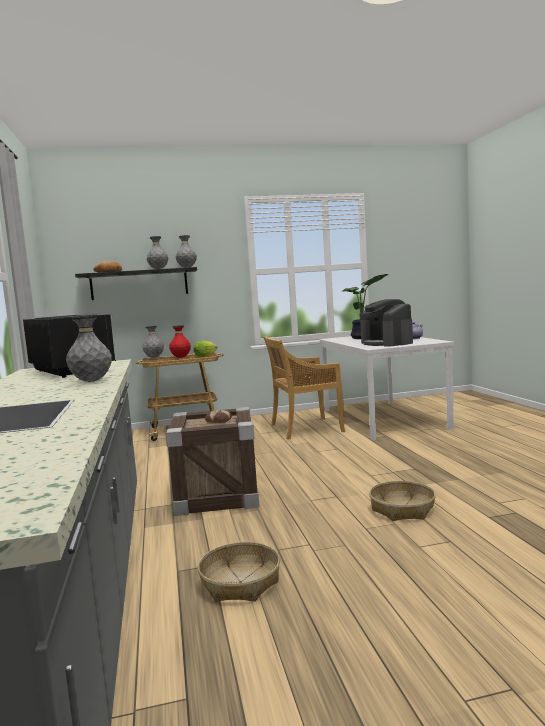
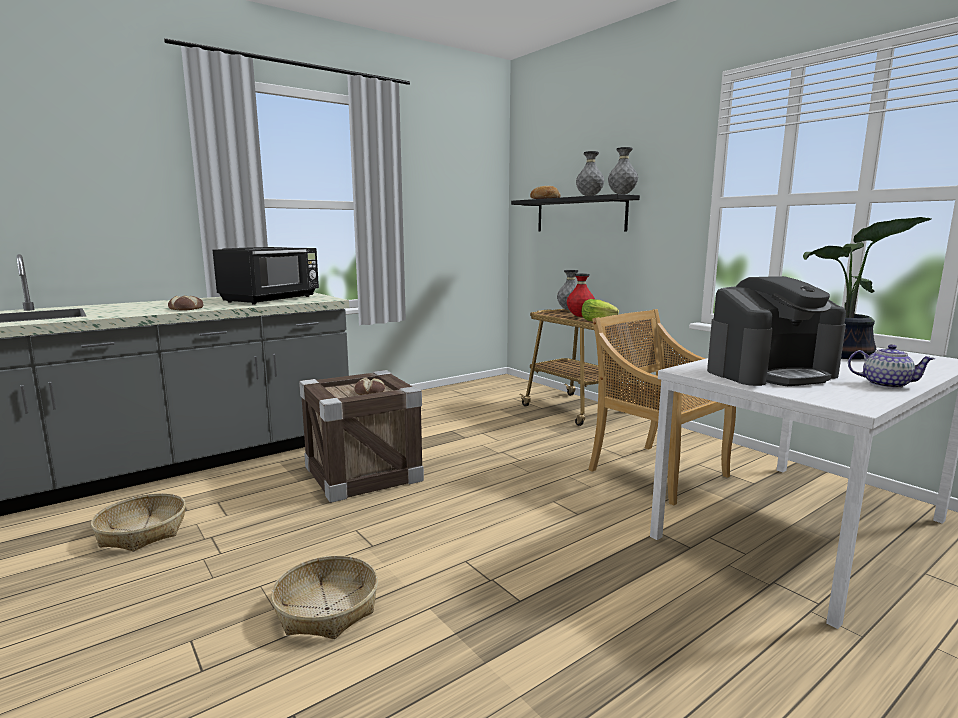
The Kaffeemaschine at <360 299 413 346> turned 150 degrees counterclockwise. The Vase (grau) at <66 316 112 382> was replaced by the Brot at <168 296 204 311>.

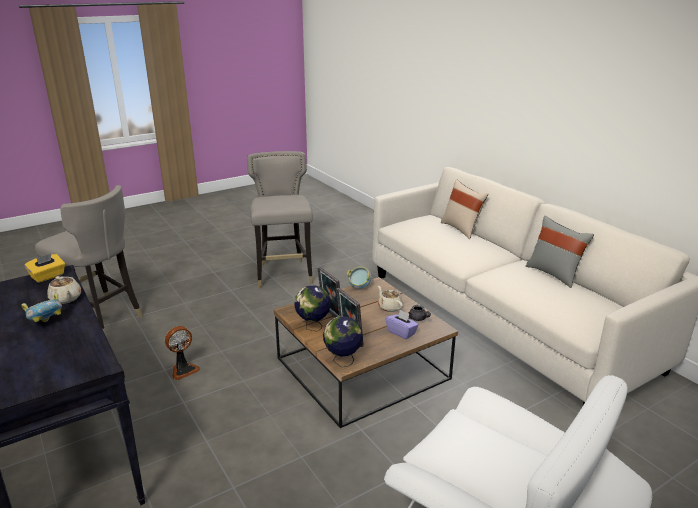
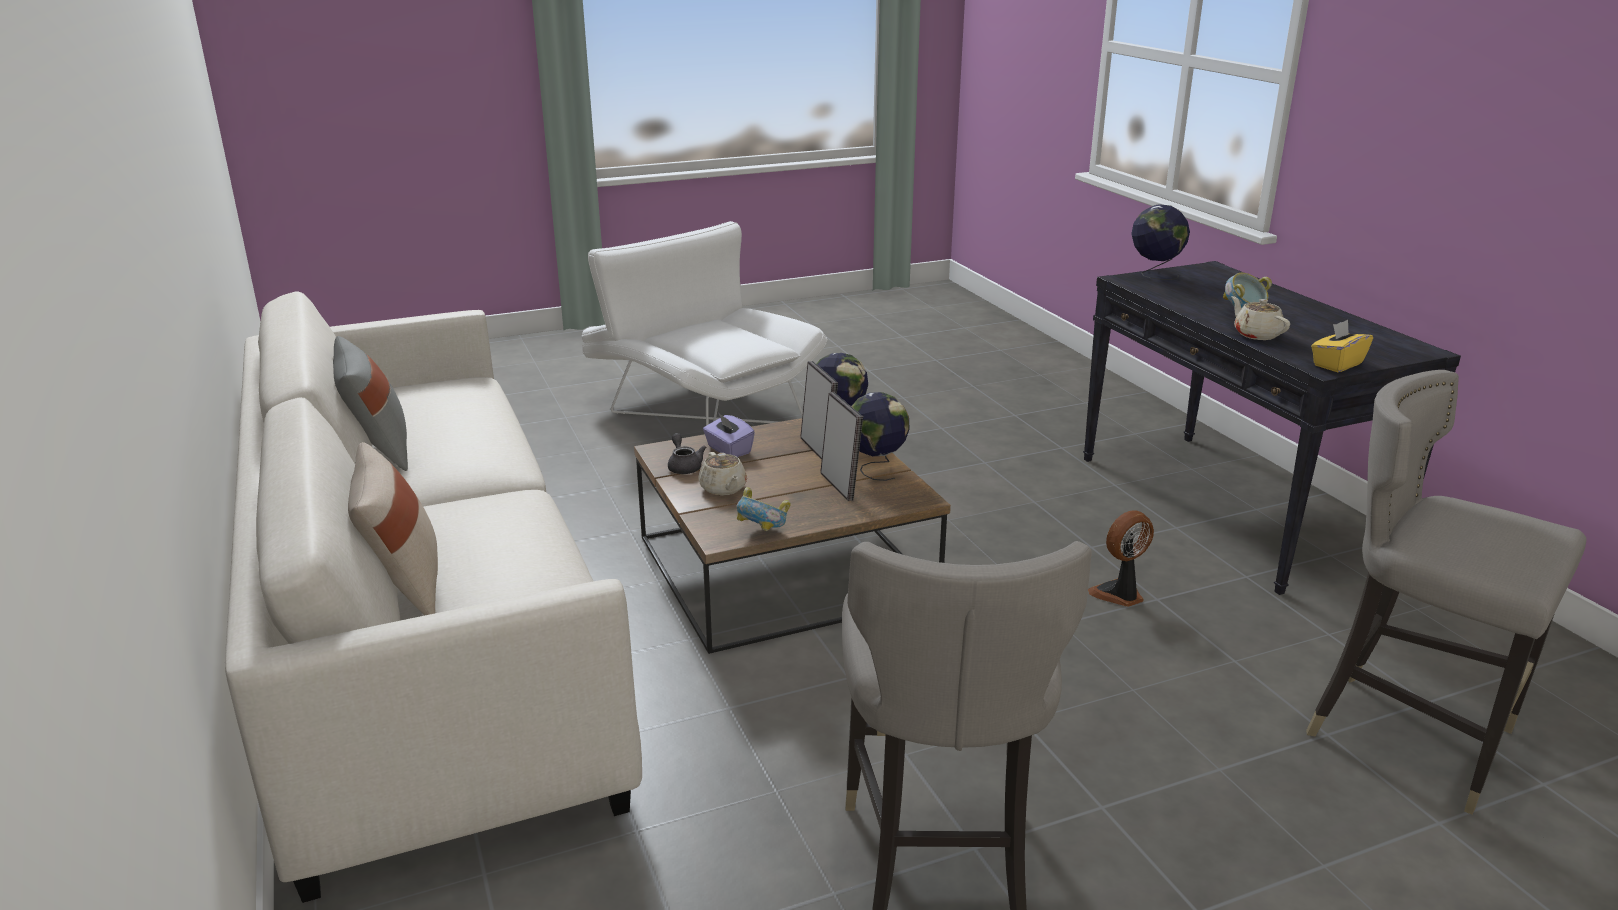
The Globus at <1131 204 1190 280> appeared.

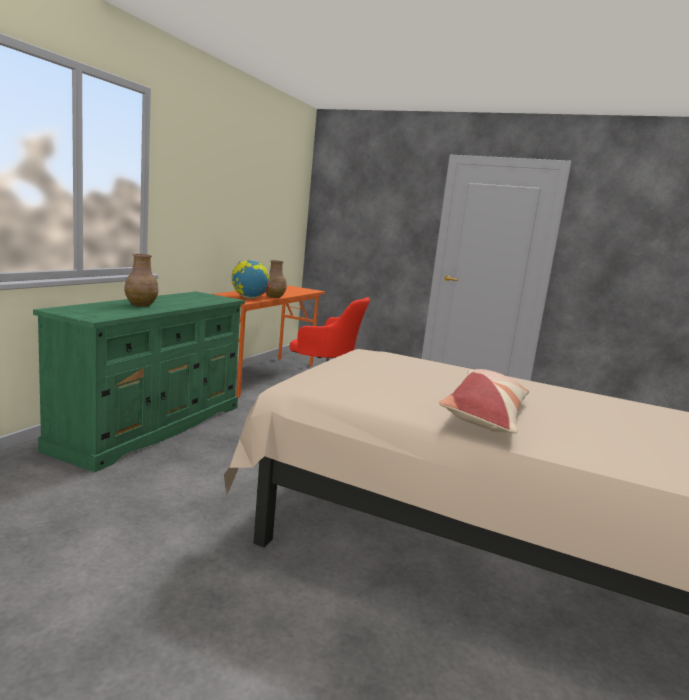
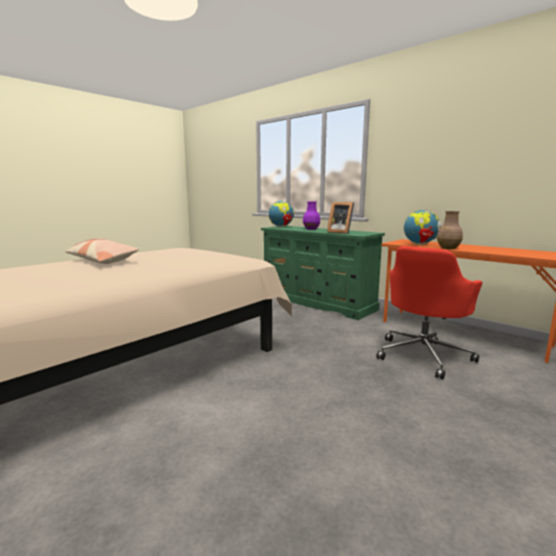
The Vase (braun) at <124 254 159 307> became the Vase (lila) at <303 201 320 230>. The Globus at <269 201 295 227> appeared. The Bilderrahmen at <327 202 354 234> appeared.

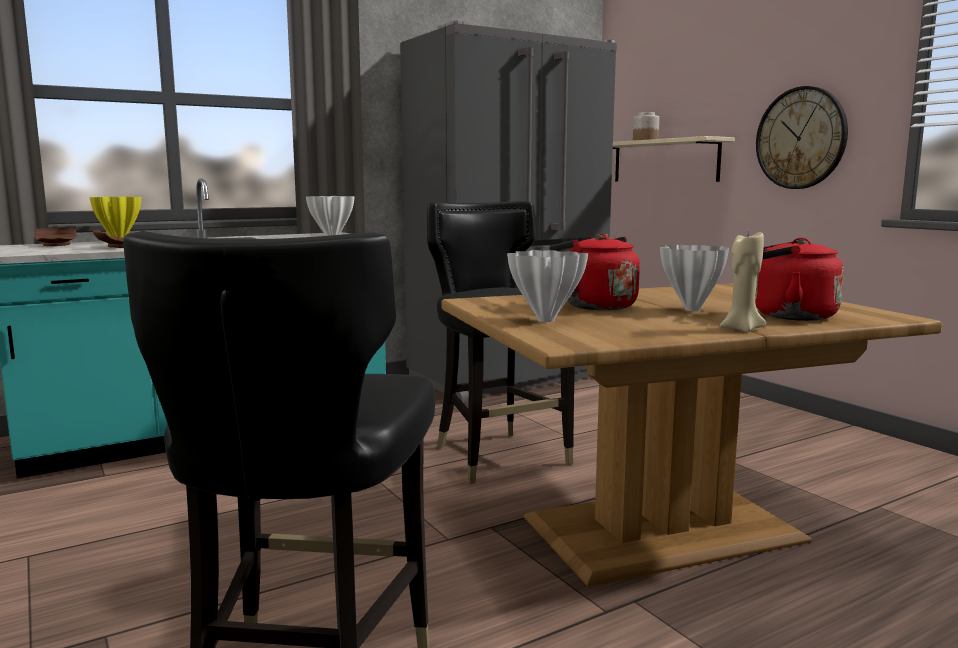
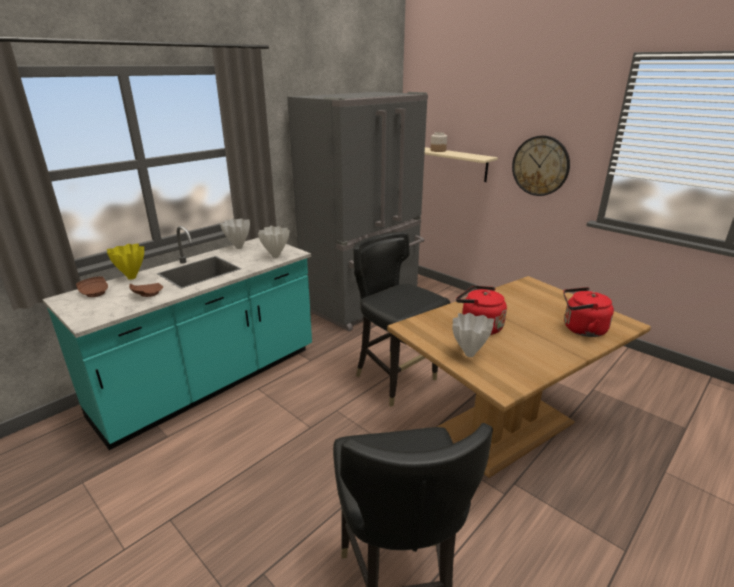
The Kerze (beige) at <720 232 766 332> disappeared. The Vase (weiß) moved from <660 245 729 311> to <220 219 250 249>.

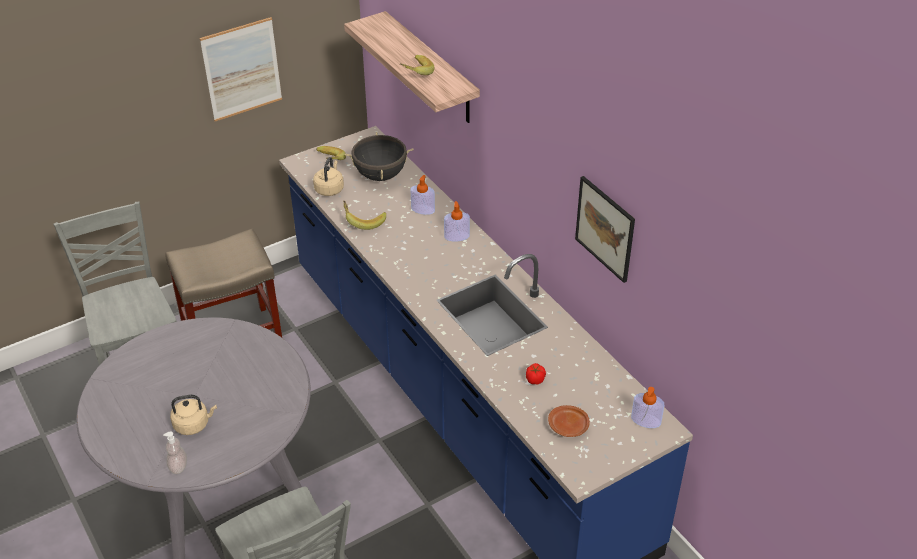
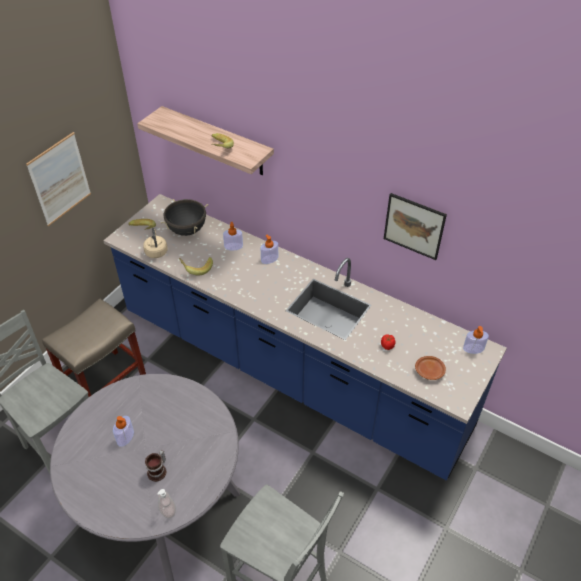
The Wasserkessel (beige) at <170 395 217 435> was replaced by the Henkelbecher at <145 450 166 482>. The Seifenspender at <113 416 134 447> appeared.

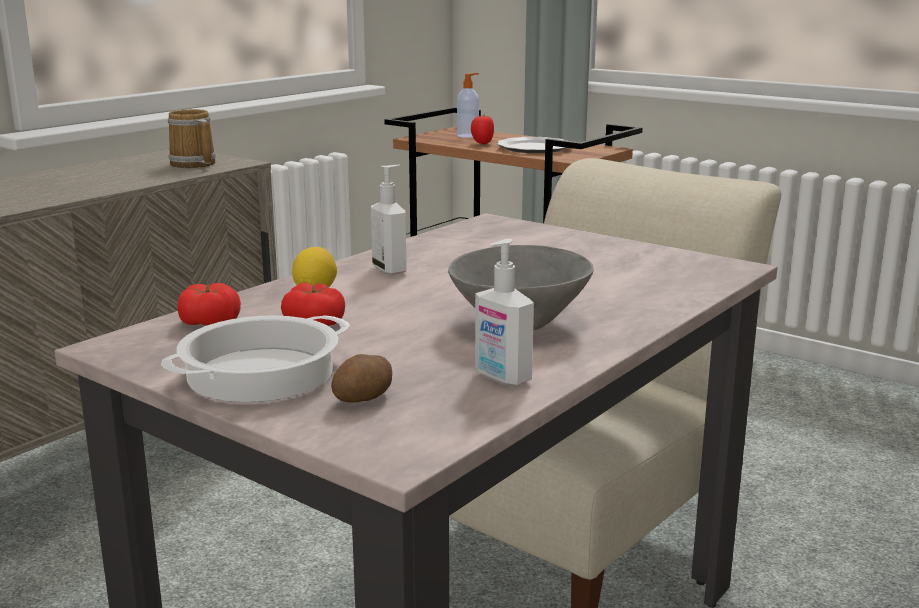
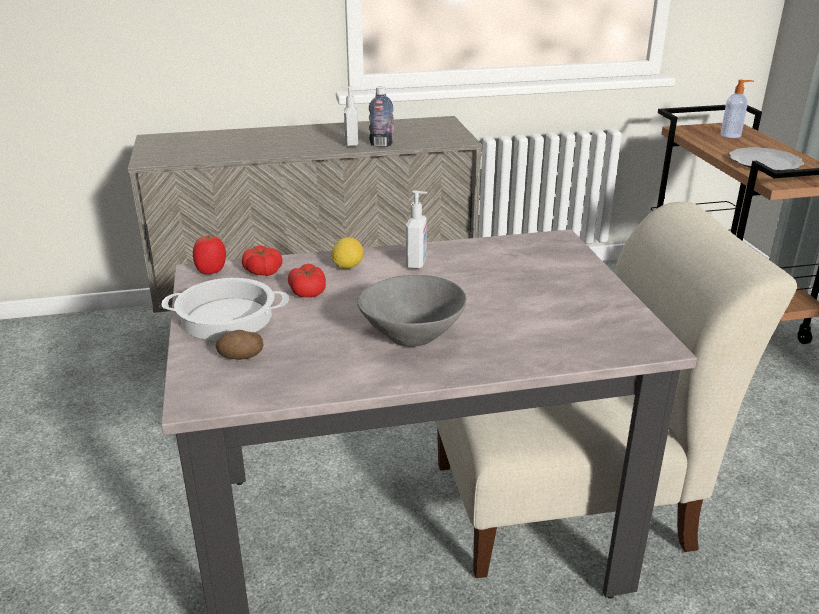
The Henkelbecher at <168 109 216 168> disappeared. The Tomate moved from <471 114 494 144> to <193 235 226 274>. The Seifenspender moved from <475 239 534 386> to <342 86 358 147>. The Flasche at <369 86 394 147> appeared.

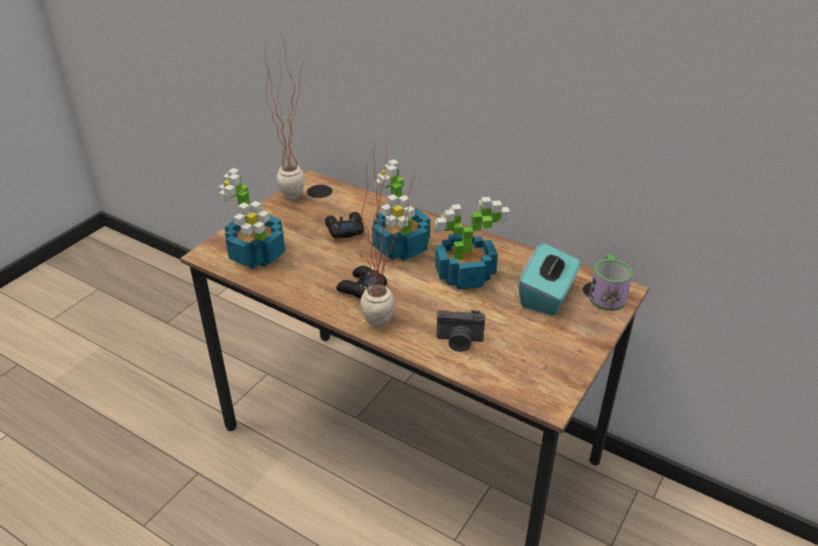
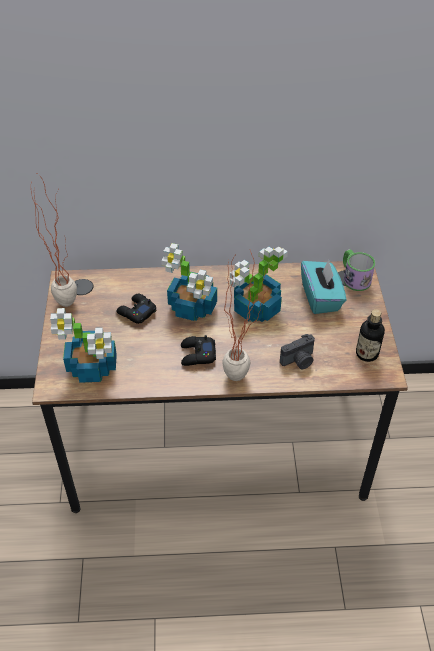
The Flasche at <356 309 385 362> appeared.

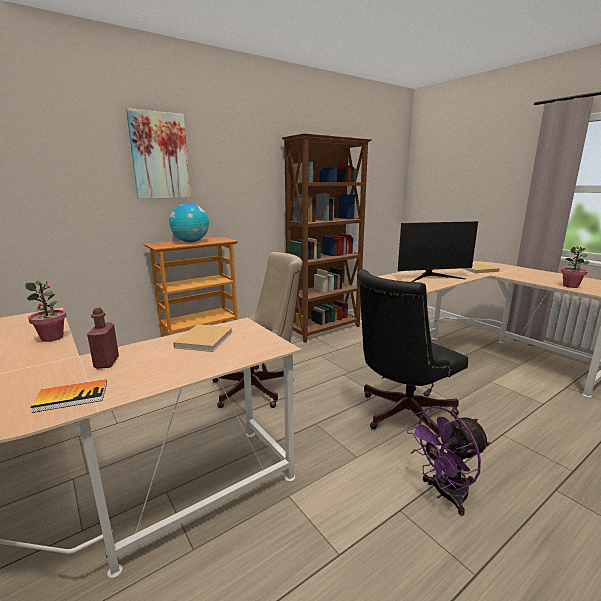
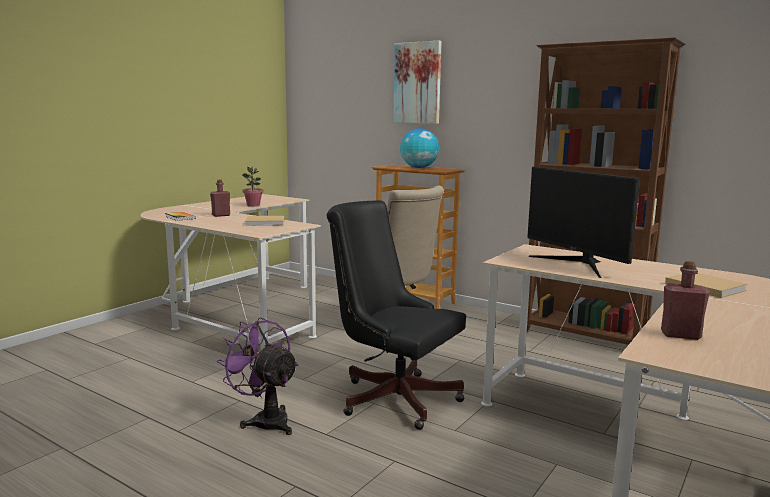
The Topfpflanze at <561 246 590 288> was replaced by the Flasche (rot) at <661 261 710 340>.

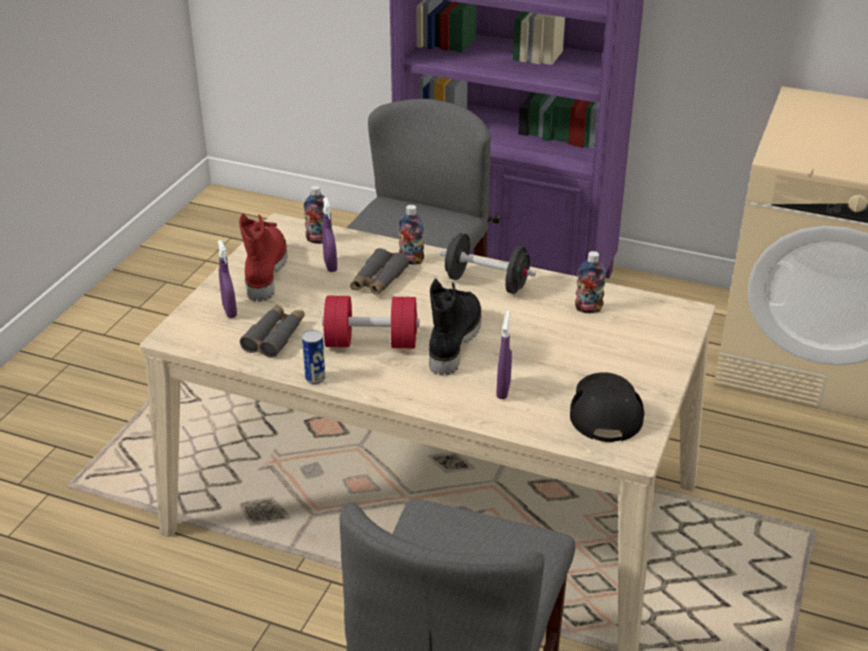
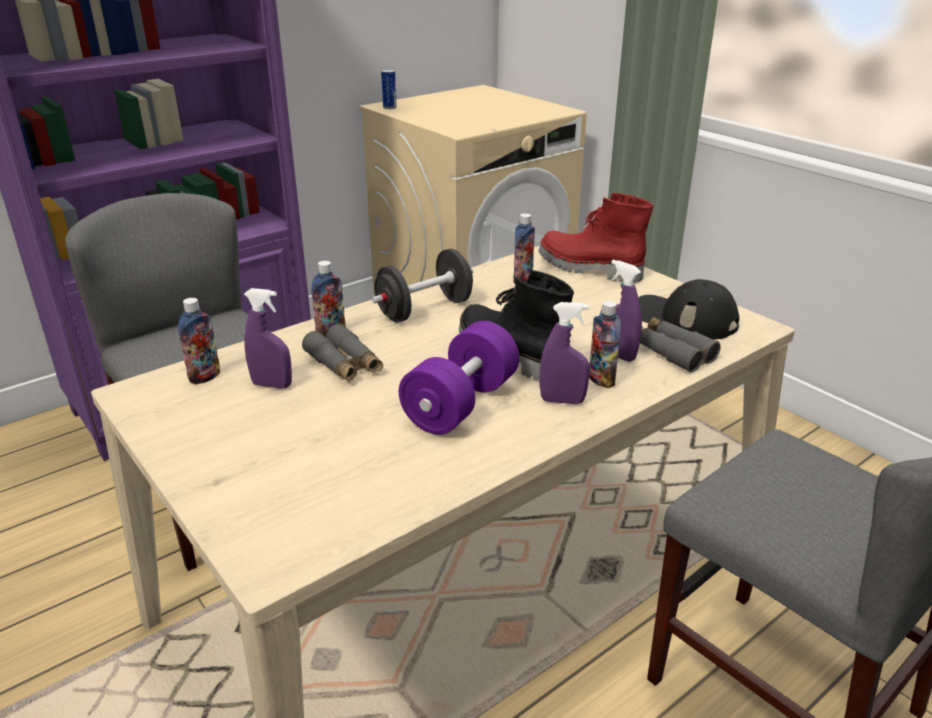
The Stiefel (rot) moved from <239 213 287 302> to <539 193 653 283>. The Sprühflasche (lila) moved from <218 240 237 318> to <540 302 590 404>. The Hantel (rot) at <322 296 419 348> became the Hantel (lila) at <399 321 519 435>. The Fernglas (grau) moved from <240 305 305 358> to <640 317 721 372>. The Dose moved from <302 330 326 384> to <381 69 397 109>. The Flasche at <589 300 621 388> appeared.

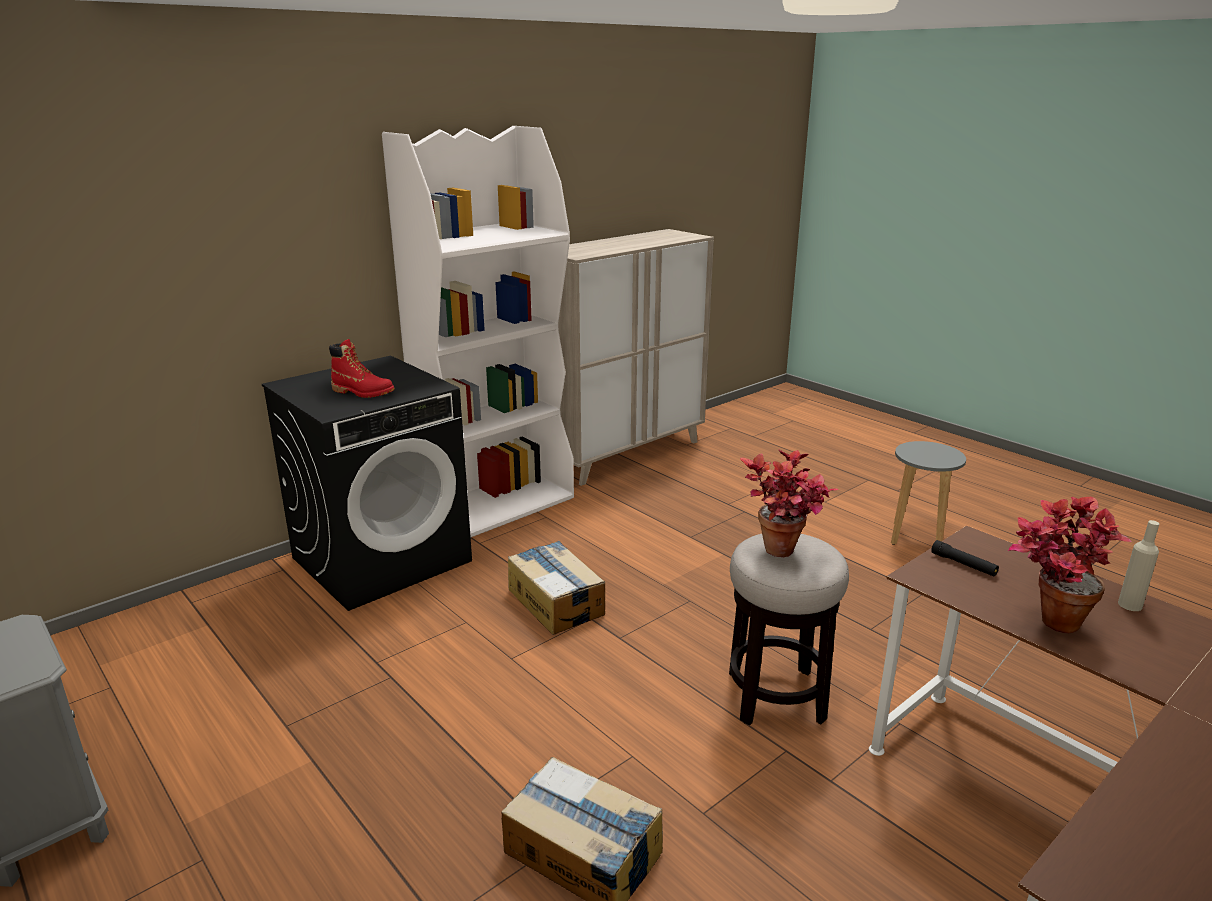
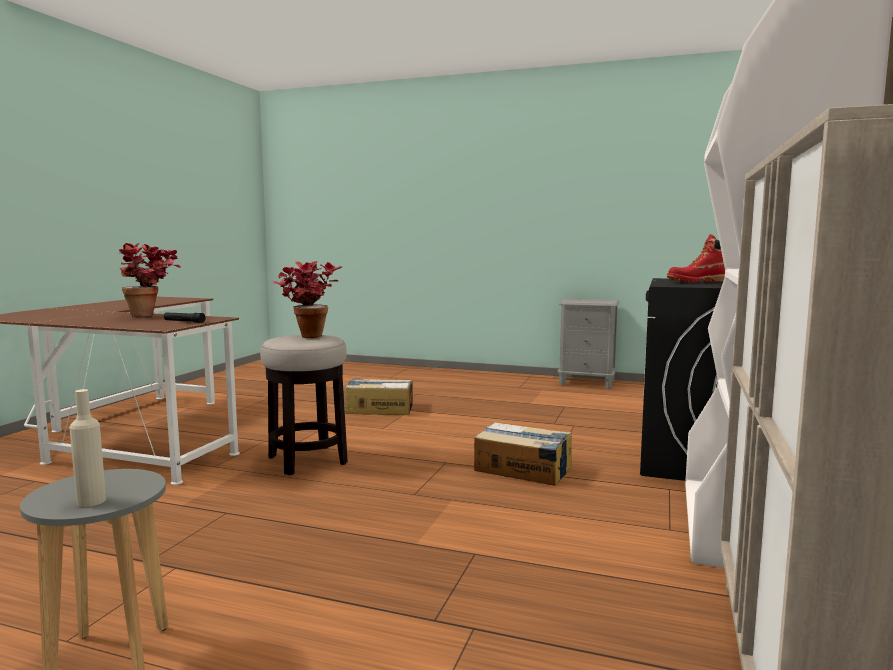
The Flasche (beige) moved from <1118 520 1159 611> to <69 389 106 507>.

